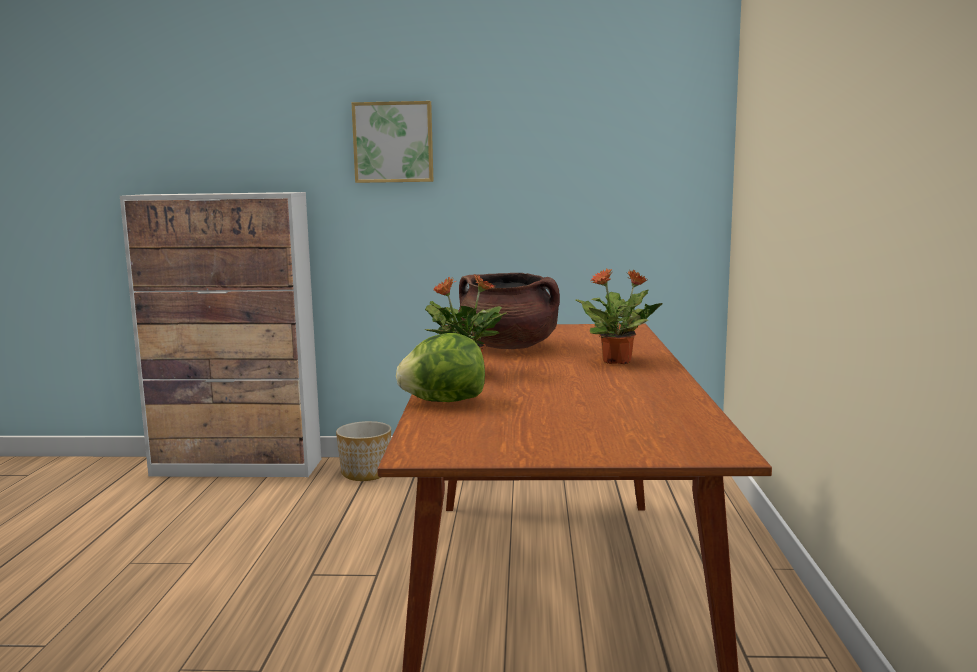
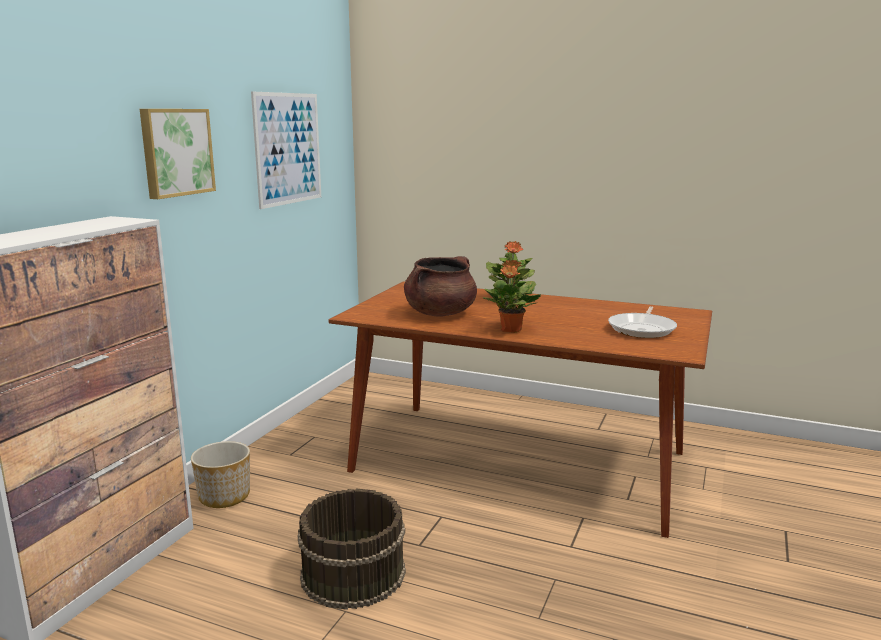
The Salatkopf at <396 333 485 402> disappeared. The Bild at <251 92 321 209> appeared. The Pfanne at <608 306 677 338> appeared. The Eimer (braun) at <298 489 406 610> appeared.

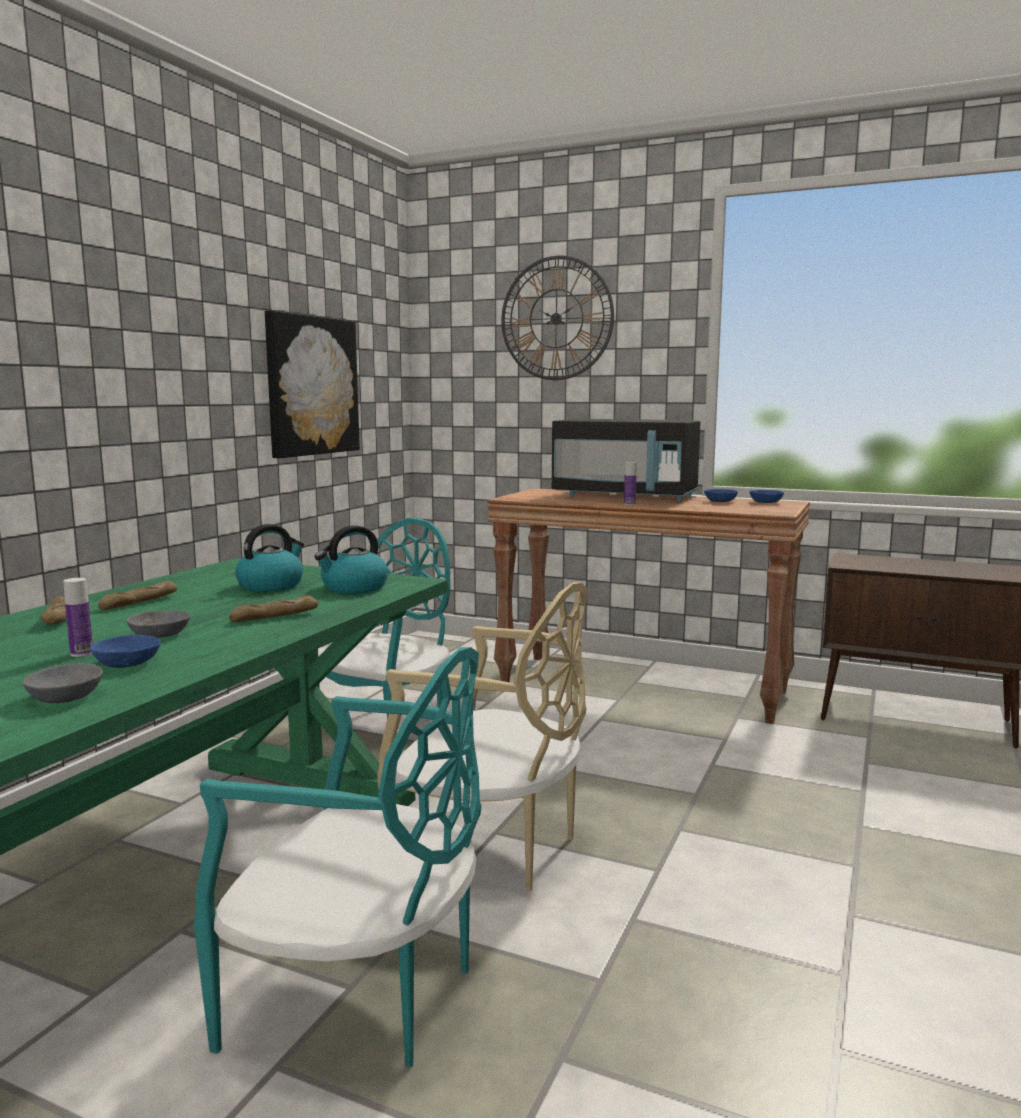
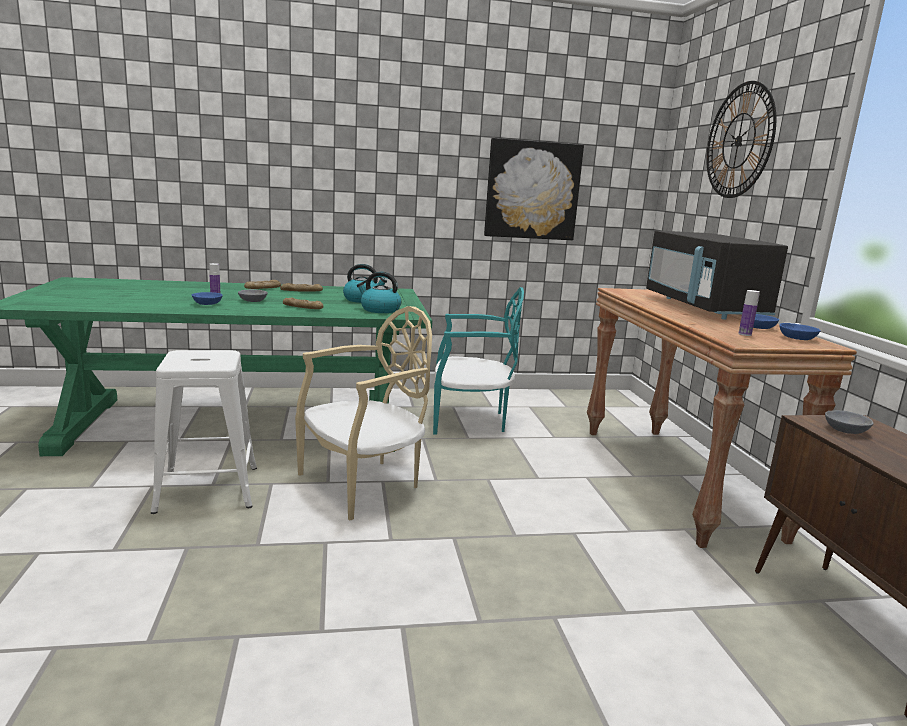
The Flasche moved from <624 462 636 505> to <738 290 760 336>. The Stuhl (beige) at <377 582 588 891> turned 120 degrees counterclockwise. The Stuhl (türkis) at <194 647 482 1068> was replaced by the Hocker (weiß) at <151 350 257 514>. The Schüssel (grau) moved from <23 663 103 703> to <825 410 874 434>.

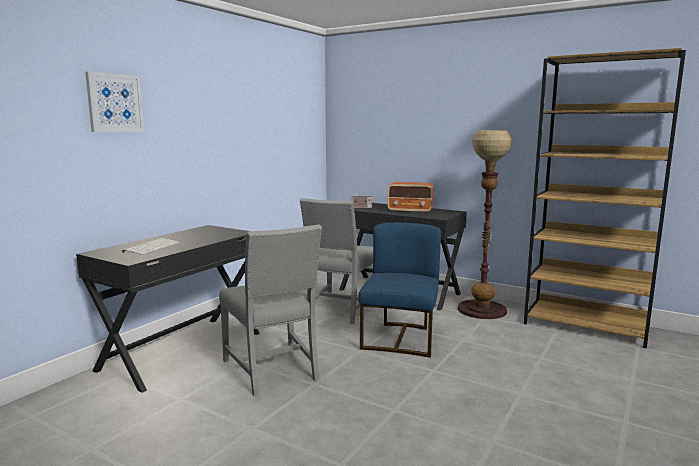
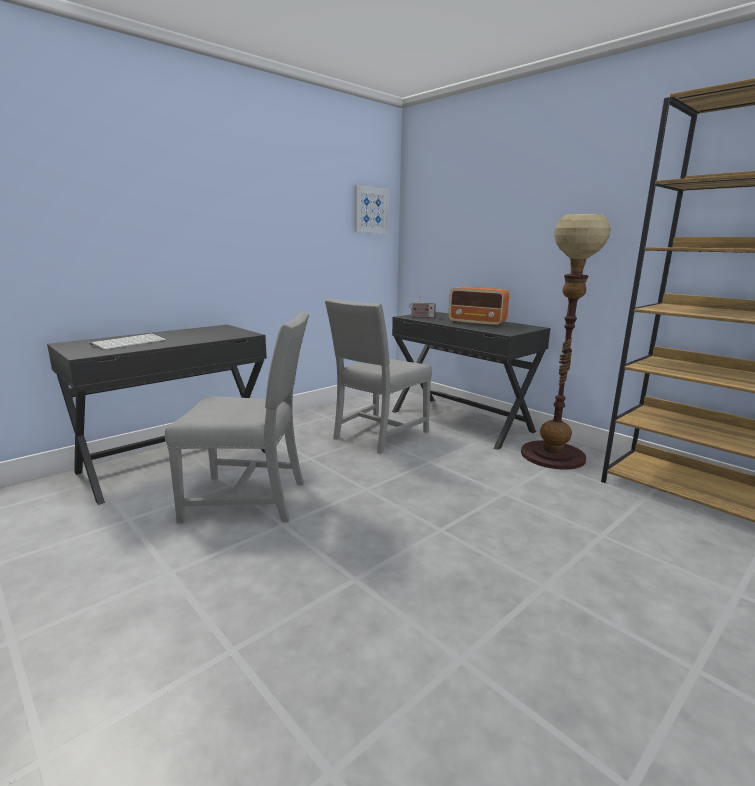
The Bild moved from <85 72 144 132> to <355 185 389 233>. The Stuhl (blau) at <358 223 441 358> disappeared. The Stuhl (grau) at <219 224 322 397> turned 75 degrees counterclockwise.

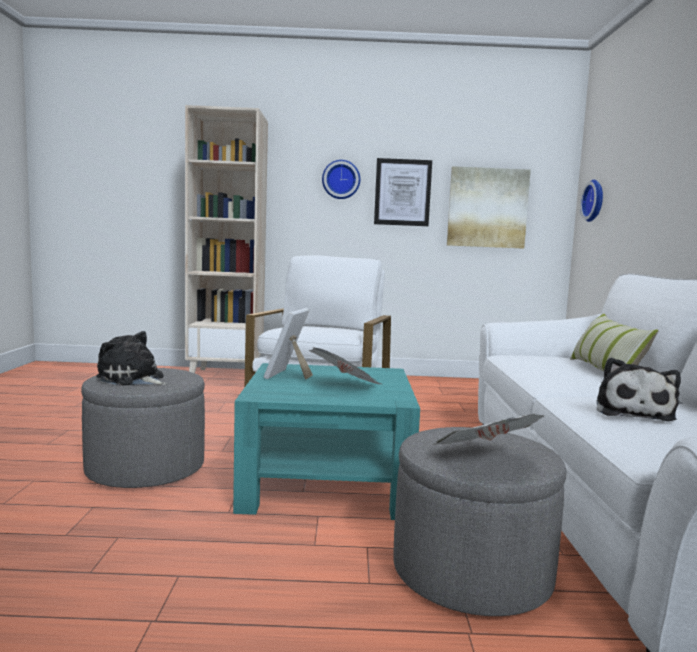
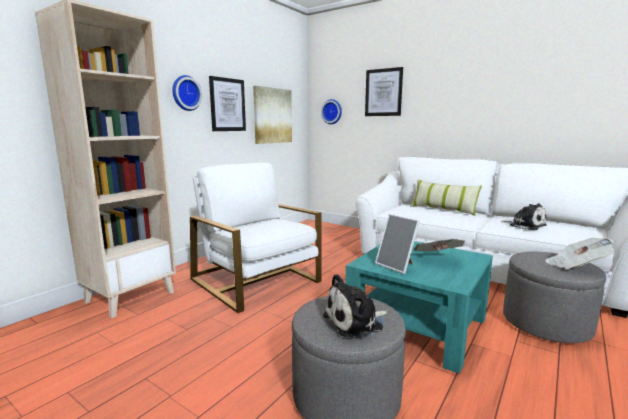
The Bild at <365 67 403 116> appeared.

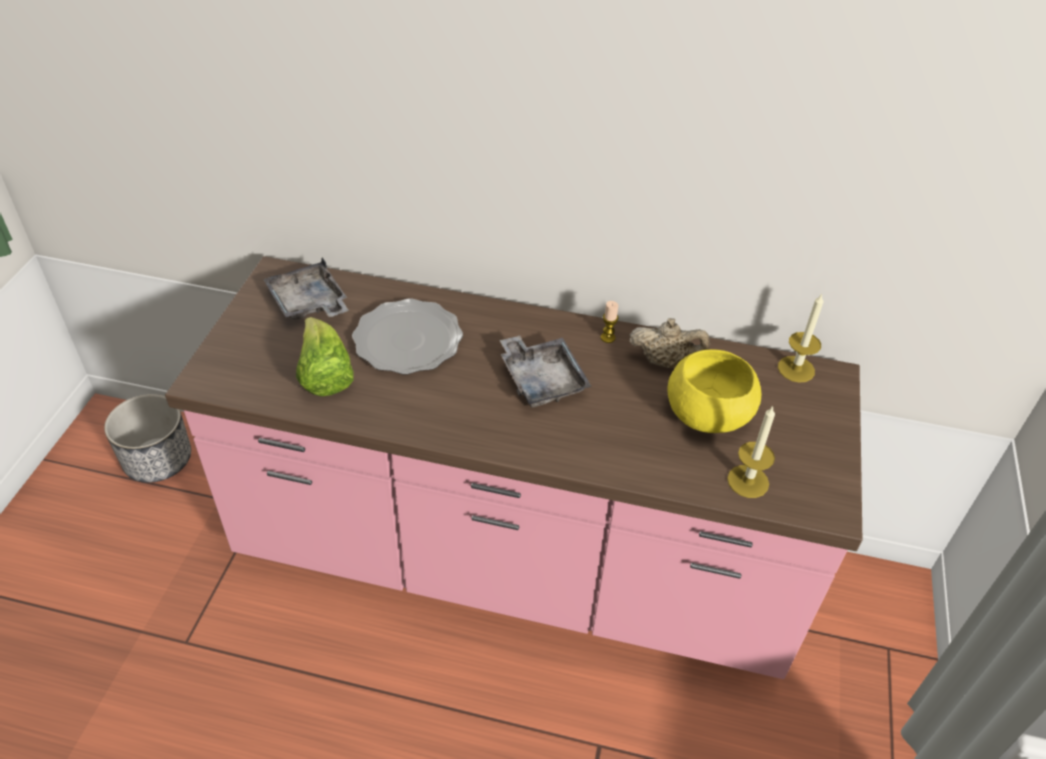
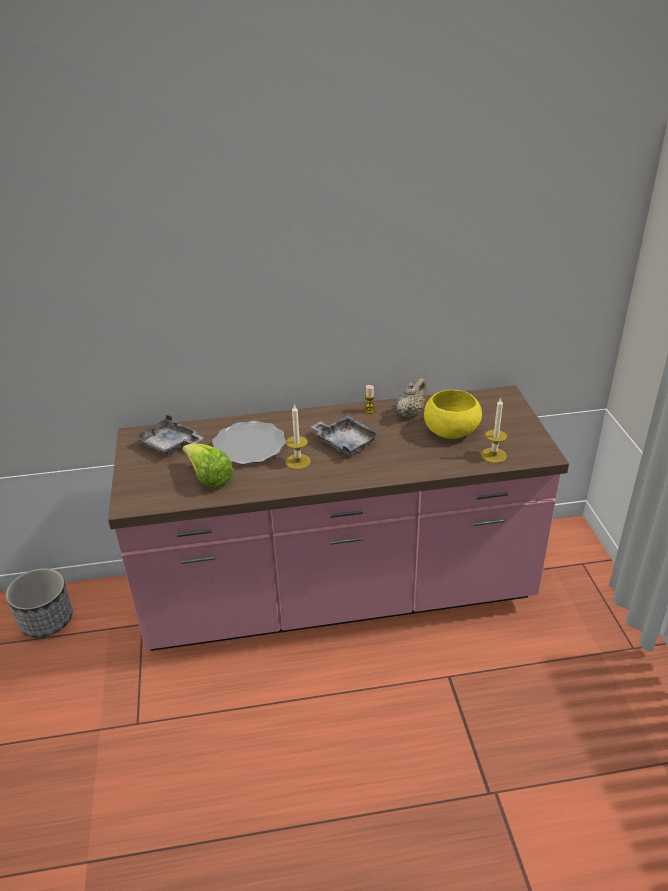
The Kerze moved from <778 294 824 383> to <286 404 311 470>. The Teekanne (beige) at <630 318 710 368> turned 45 degrees counterclockwise.

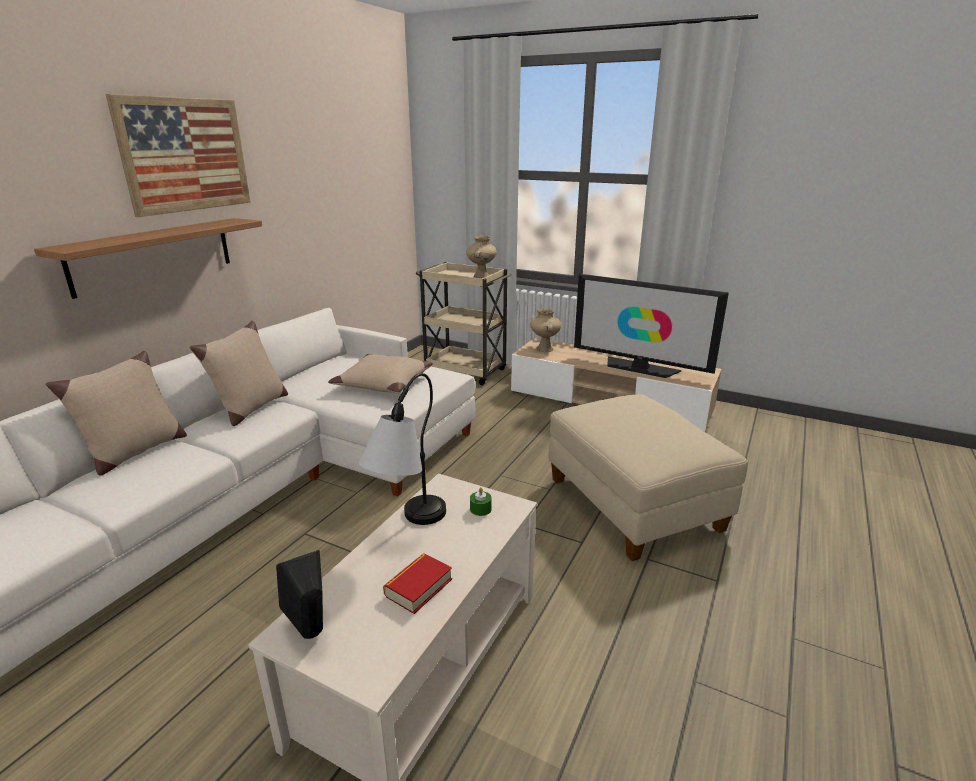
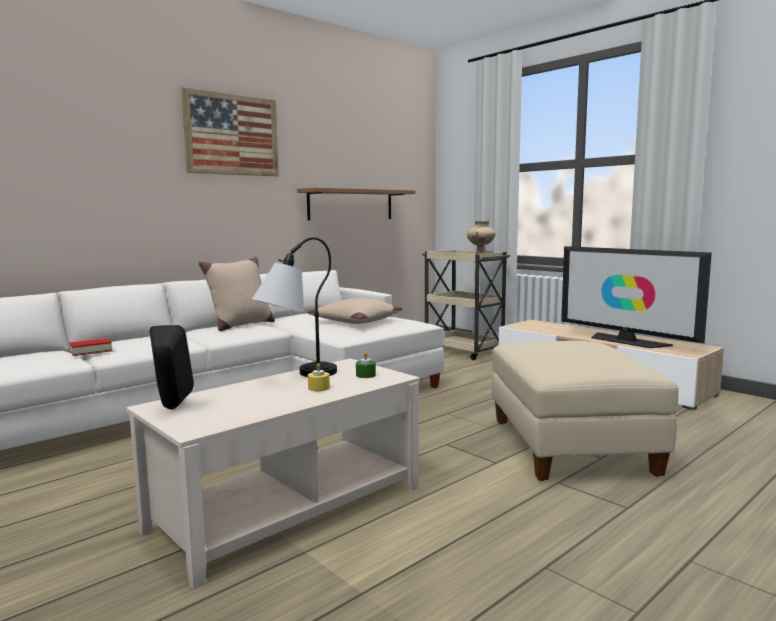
The Wandregal moved from <34 218 262 299> to <297 188 415 221>. The Vase (beige) at <530 309 561 352> disappeared. The Kissen (beige) at <46 351 187 476> disappeared. The Buch moved from <383 553 452 614> to <69 338 112 356>. The Kerze (gelb) at <308 363 330 391> appeared.

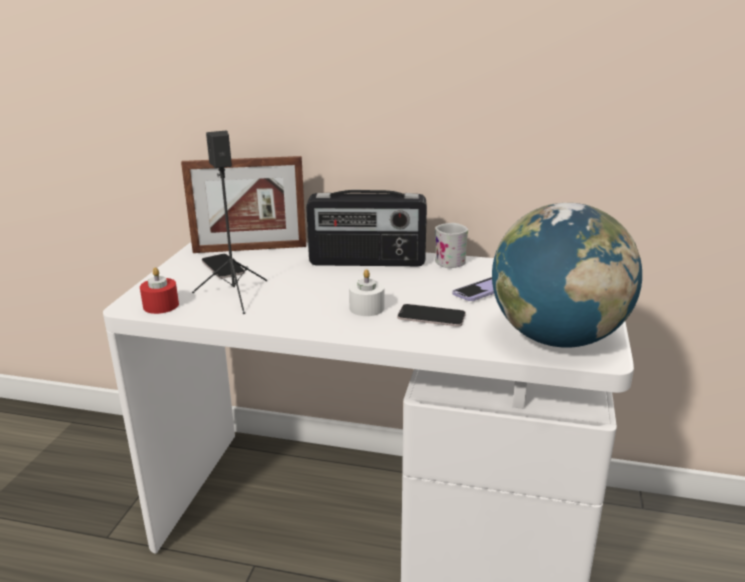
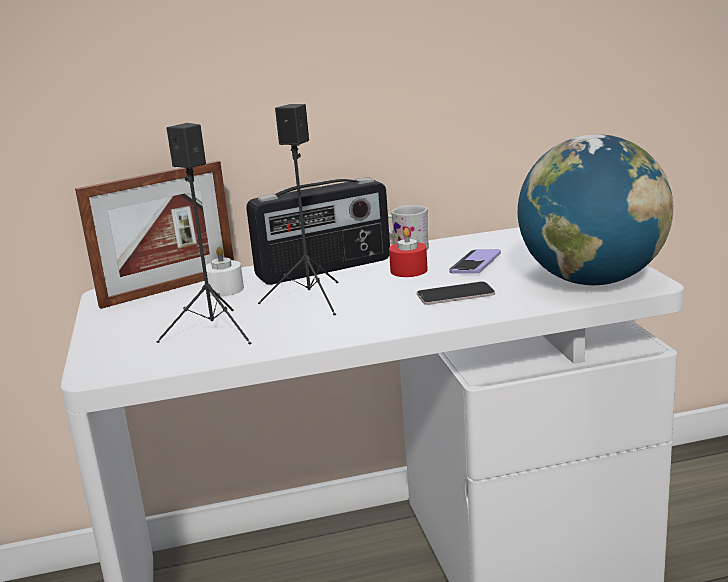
The Handy at <202 254 245 279> disappeared. The Kerze (rot) moved from <140 267 179 314> to <389 228 428 277>. The Kerze (weiß) moved from <349 269 384 316> to <206 247 244 297>. The Lautsprecher (schwarz) at <258 104 339 315> appeared.

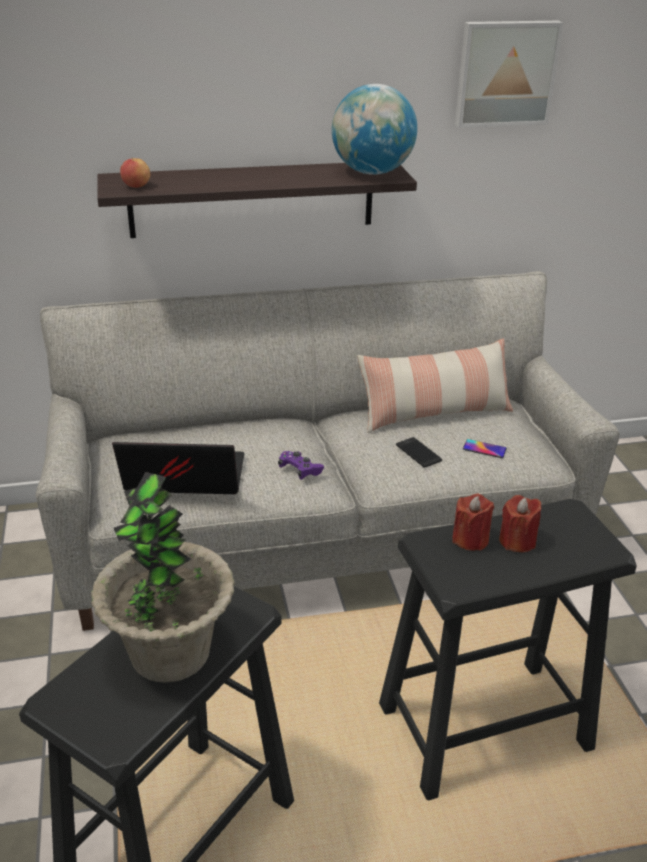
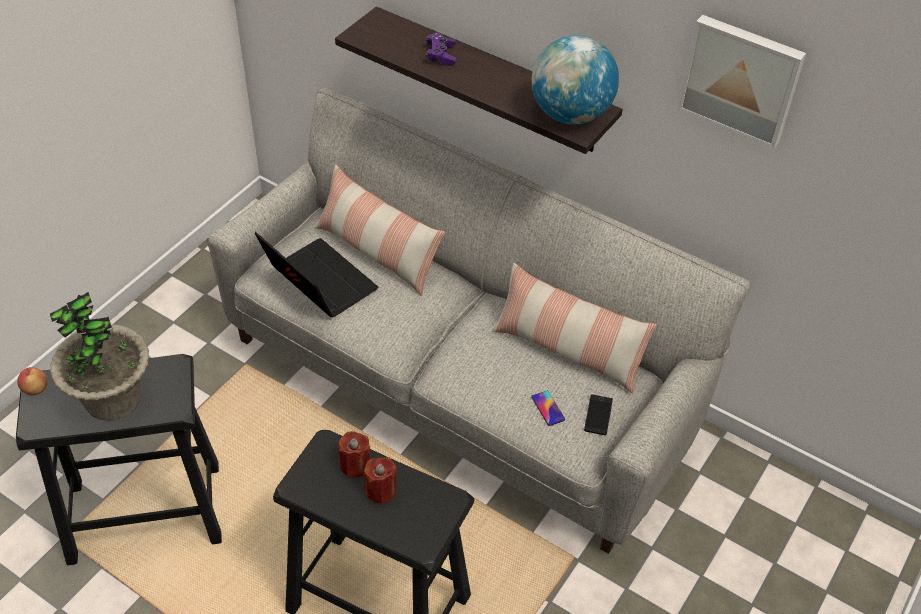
The Apfel moved from <120 158 150 188> to <17 367 47 395>. The Handy moved from <396 437 442 468> to <584 394 613 435>. The Gamepad (lila) moved from <278 451 324 480> to <426 33 457 66>. The Kissen at <315 165 445 296> appeared.

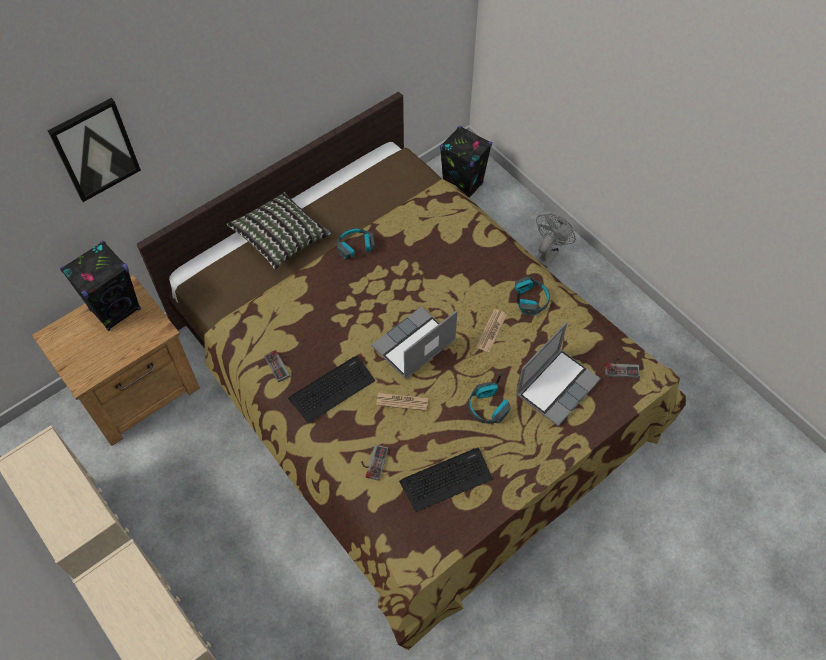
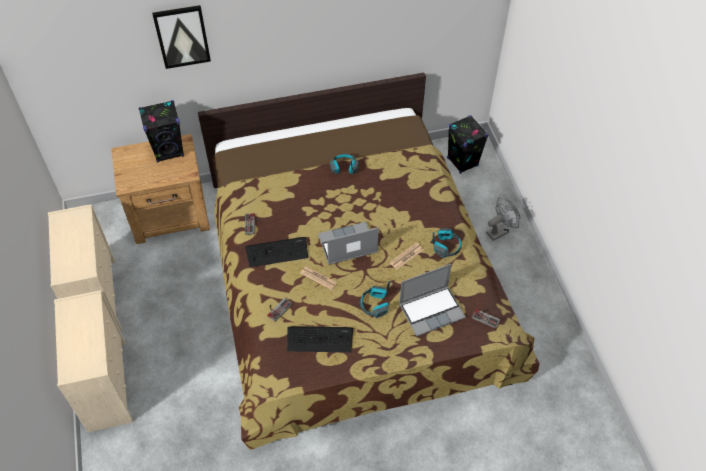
The Kissen at <227 192 332 270> disappeared.

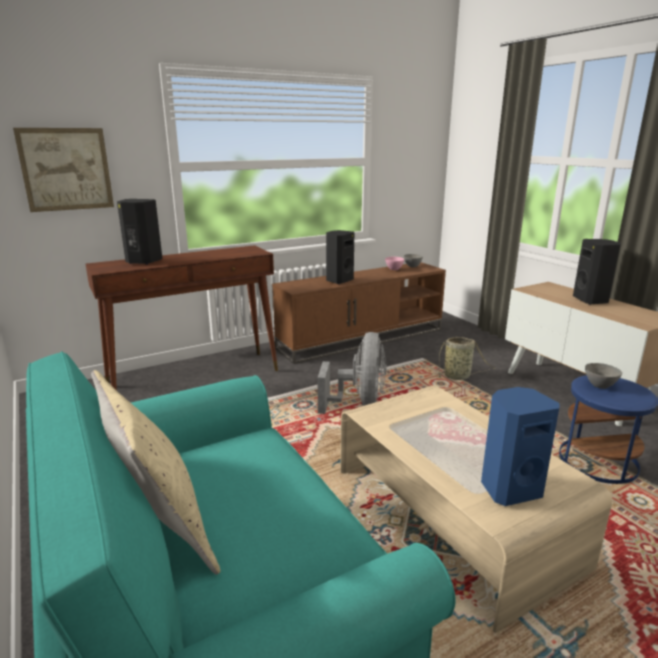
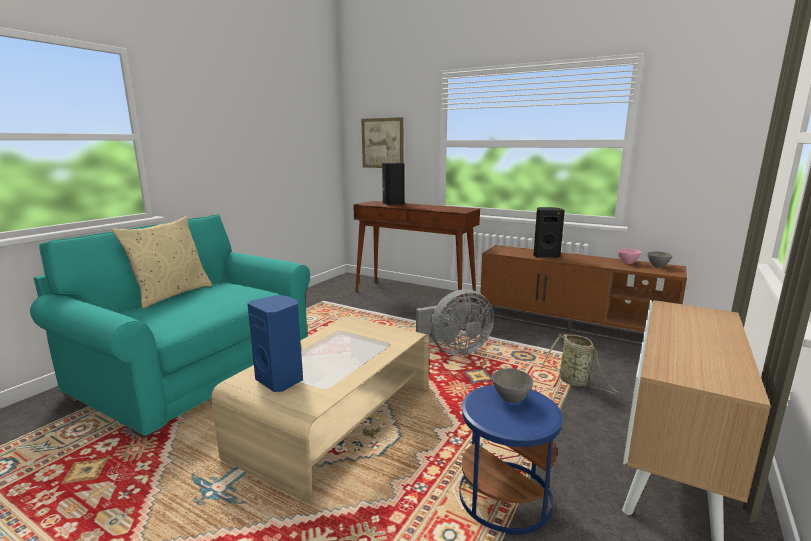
The Lautsprecher (schwarz) at <573 239 621 305> disappeared.

